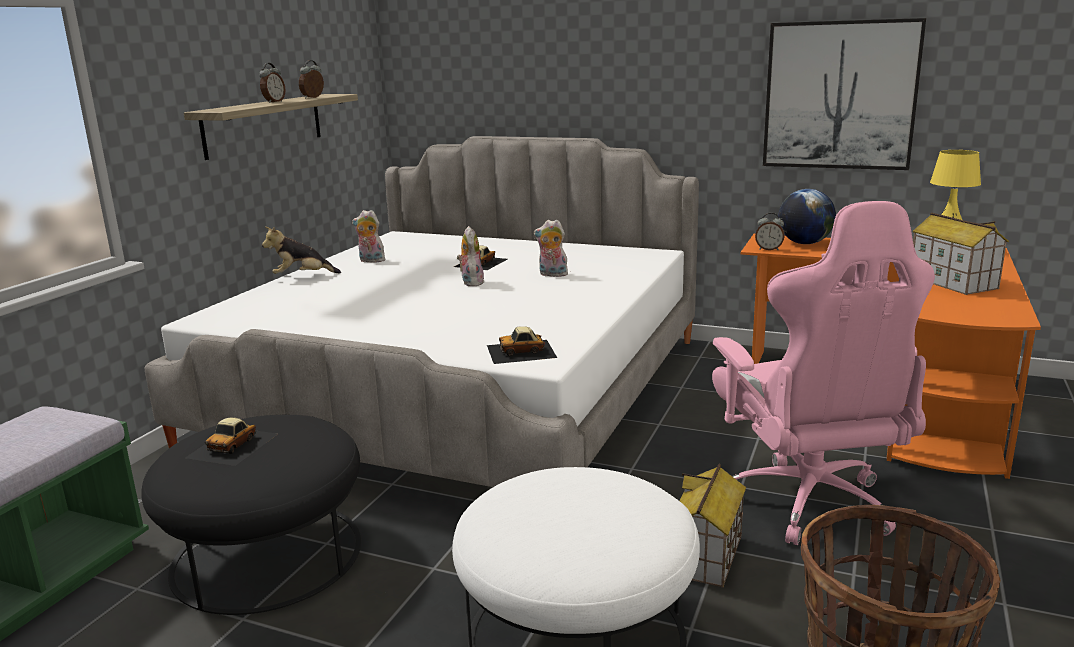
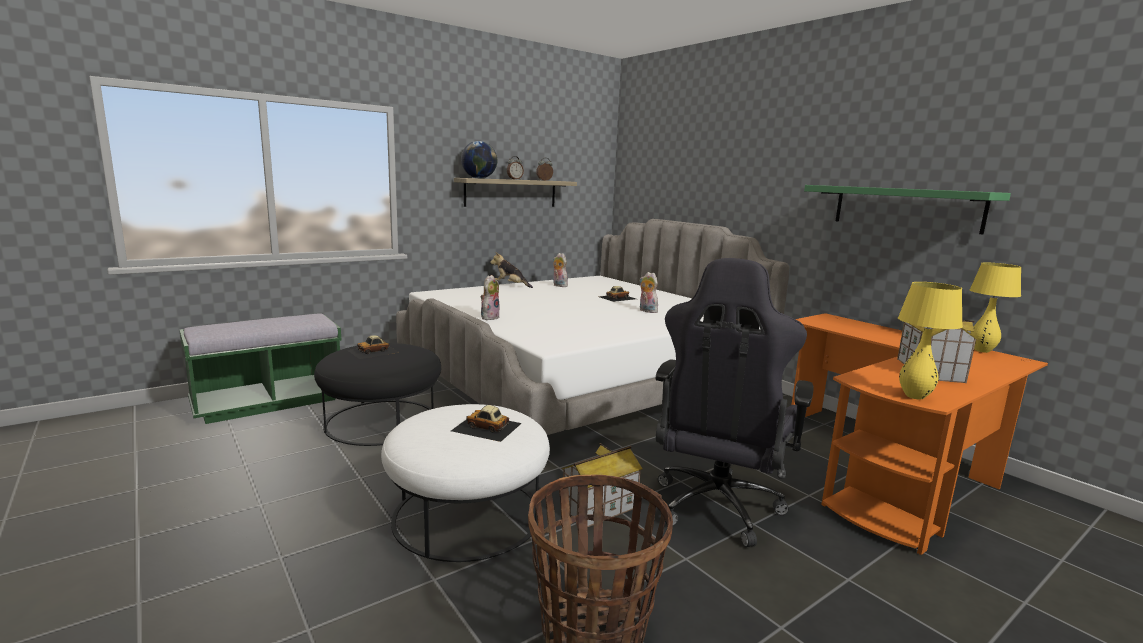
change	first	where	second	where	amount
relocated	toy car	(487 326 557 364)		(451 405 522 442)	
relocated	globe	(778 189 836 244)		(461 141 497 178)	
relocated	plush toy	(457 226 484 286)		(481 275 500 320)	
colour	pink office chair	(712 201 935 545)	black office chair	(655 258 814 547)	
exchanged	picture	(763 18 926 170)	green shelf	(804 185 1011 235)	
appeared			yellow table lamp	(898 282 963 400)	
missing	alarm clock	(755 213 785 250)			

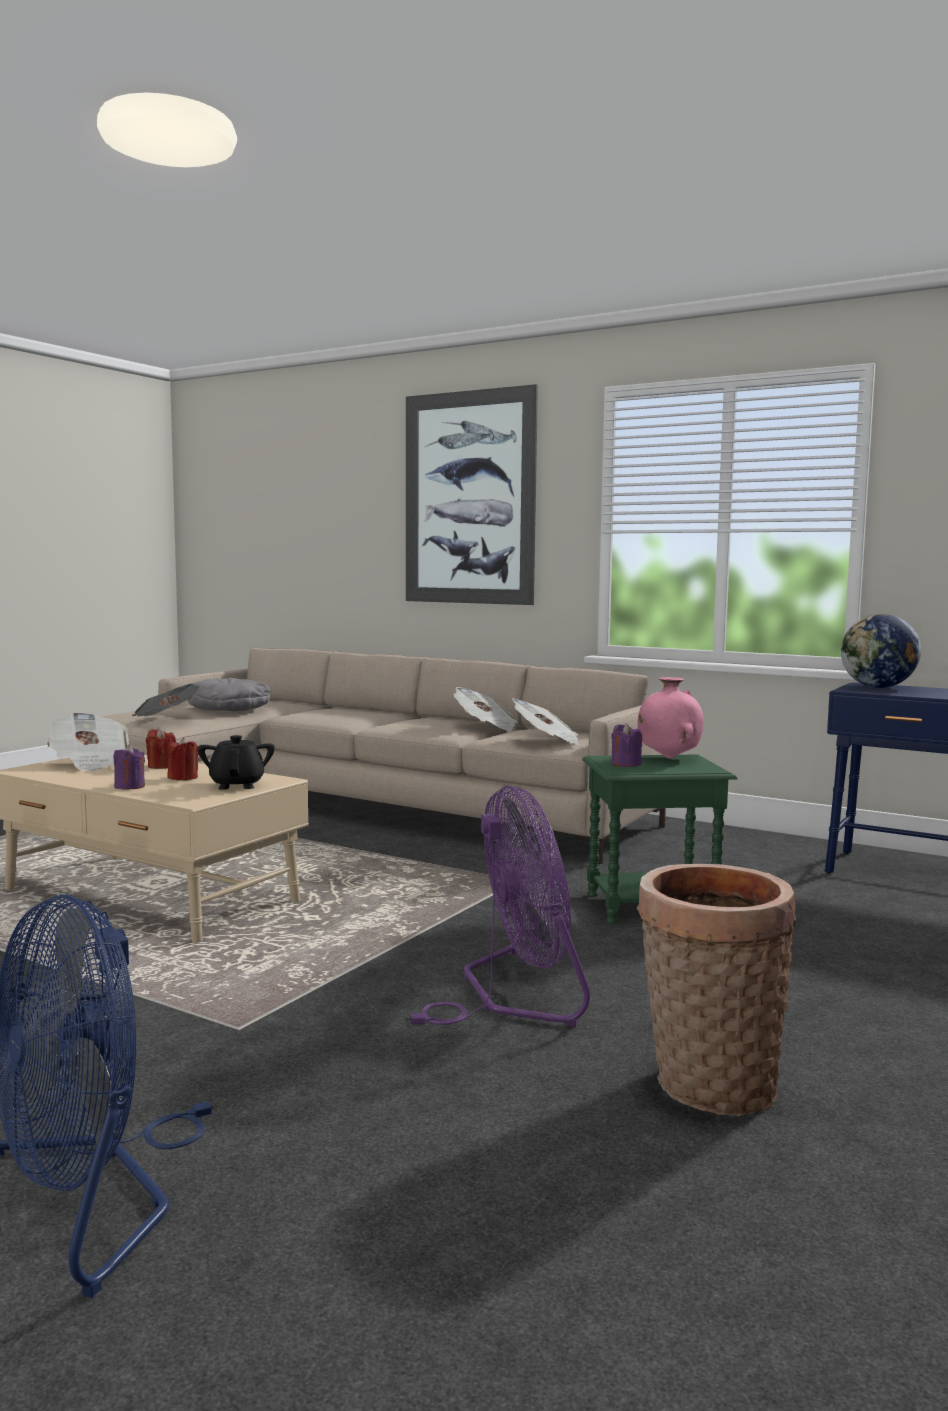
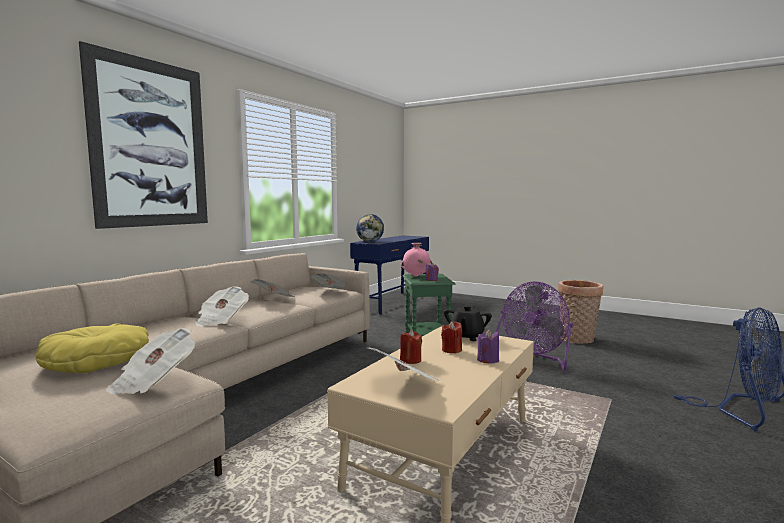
change	first	where	second	where	amount
colour	grey pillow	(188 678 270 711)	yellow pillow	(36 323 149 373)	
appeared			newspaper	(195 286 249 326)	
spun	black teapot	(197 735 275 790)		(444 305 492 341)	60 degrees counterclockwise
spun	purple fan	(407 785 590 1028)		(496 282 573 373)	120 degrees counterclockwise

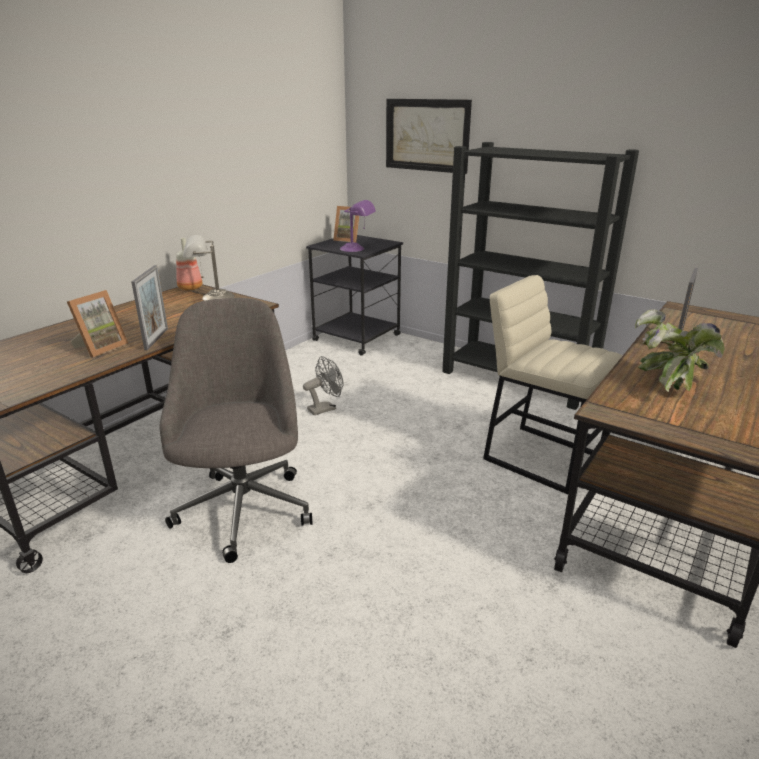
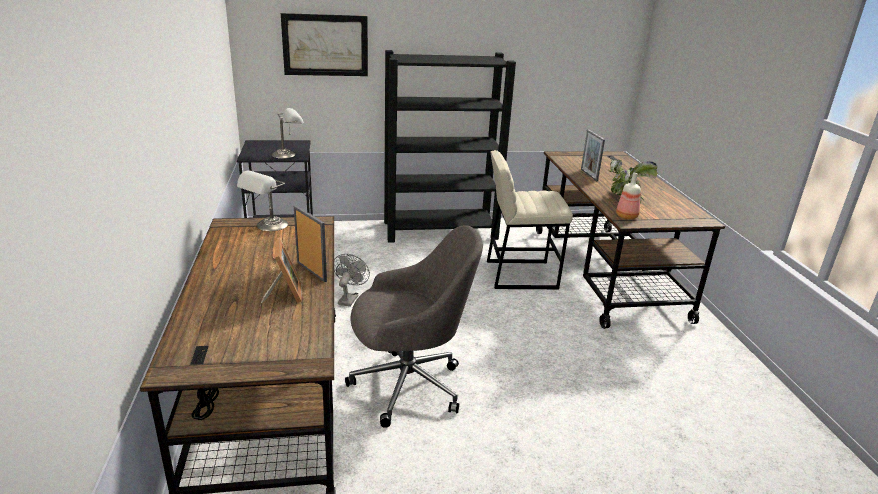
change	first	where	second	where	amount
colour	purple table lamp	(340 200 376 252)	white table lamp	(272 108 304 158)	
spun	grey office chair	(160 298 313 563)		(345 225 483 428)	135 degrees clockwise
relocated	bottle	(176 238 203 290)		(616 173 641 219)	
missing	picture frame	(333 206 359 243)			

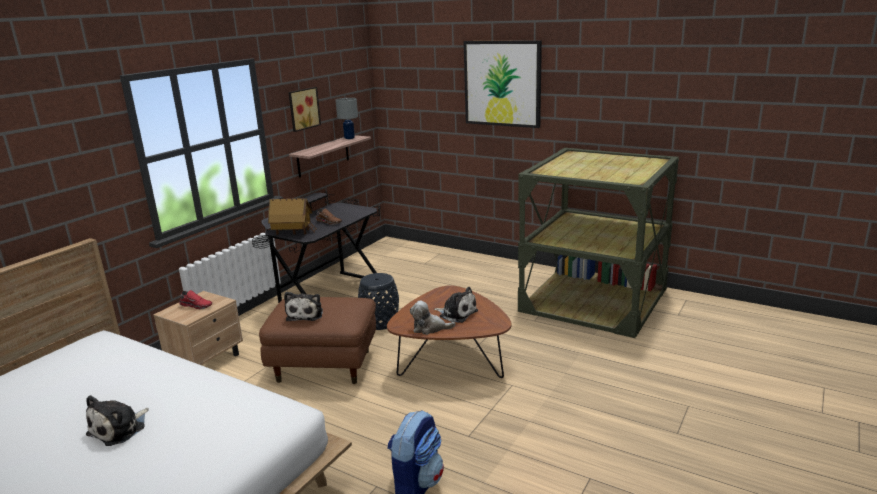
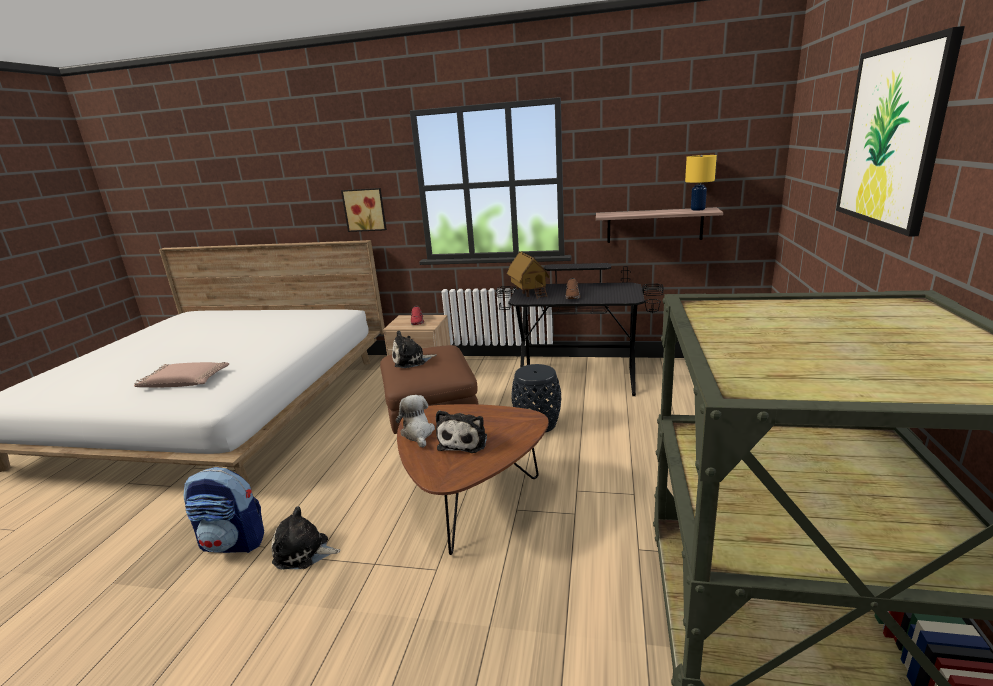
change	first	where	second	where	amount
appeared			beige pillow	(134 362 229 388)	
relocated	plush toy	(86 395 149 446)		(271 506 341 569)	
relocated	picture	(288 87 321 132)		(341 188 387 232)	
colour	grey table lamp	(335 98 358 139)	yellow table lamp	(685 155 717 211)	

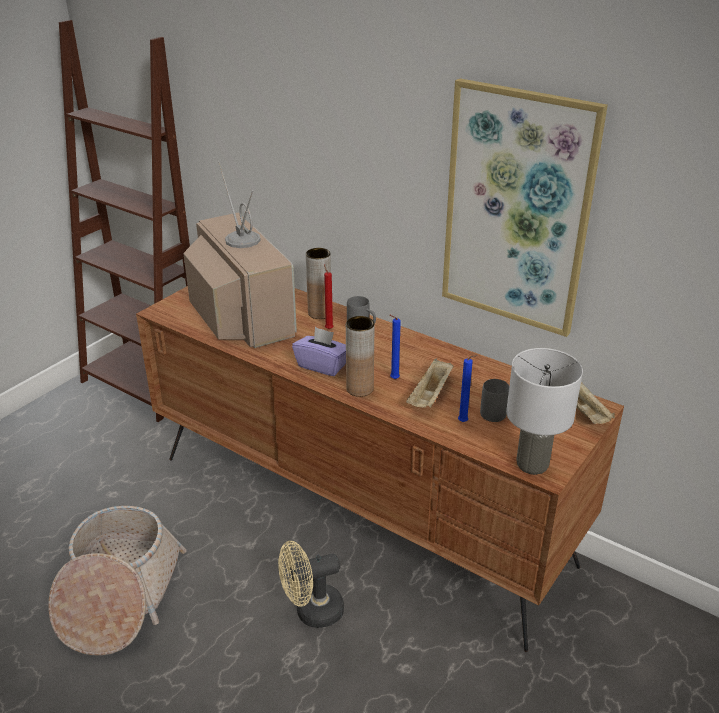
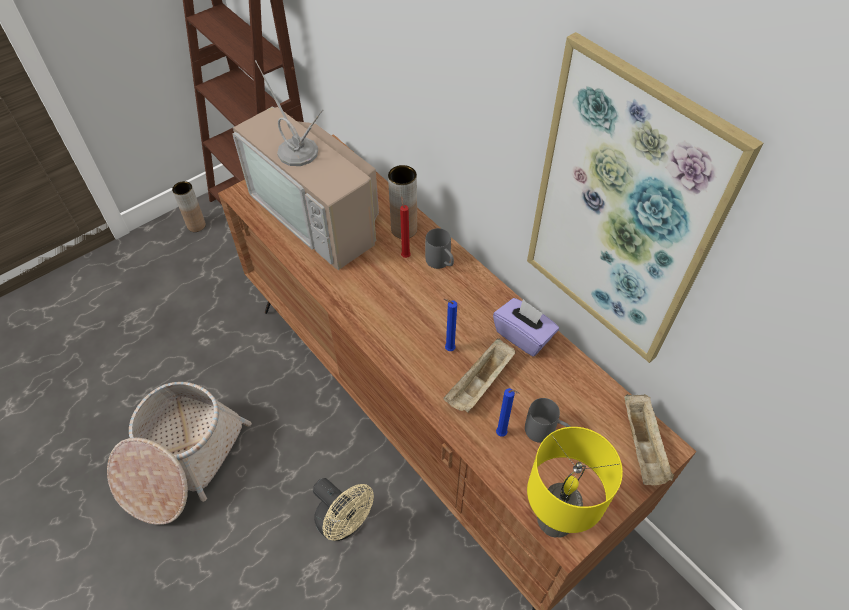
change	first	where	second	where	amount
relocated	brown vase	(346 316 374 397)		(172 181 206 232)	
spun	television	(183 161 297 348)		(233 60 379 270)	150 degrees clockwise
spun	beige fan	(278 541 344 628)		(313 478 374 541)	135 degrees counterclockwise
relocated	purple tissue box	(292 327 346 376)		(493 298 559 356)	
colour	white table lamp	(506 348 583 475)	yellow table lamp	(527 427 623 538)	

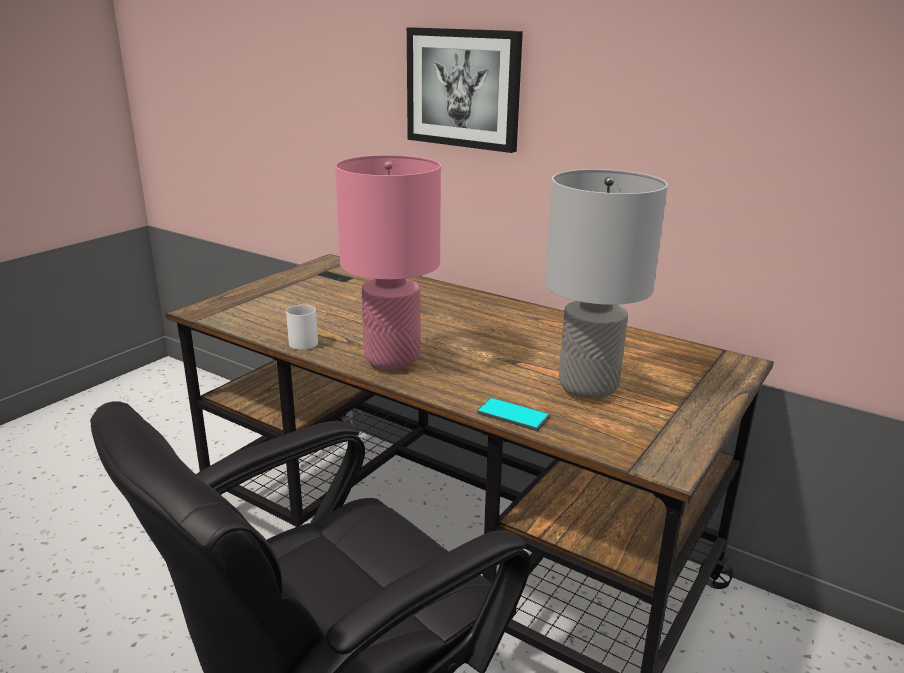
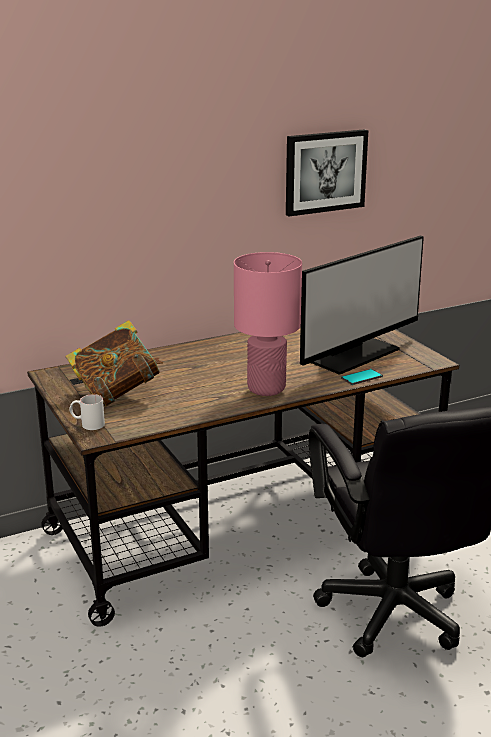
change	first	where	second	where	amount
appeared			book	(65 320 163 406)	
relocated	white mug	(286 304 318 350)		(69 394 105 430)	
relocated	picture	(407 27 523 153)		(286 129 368 216)	
exchanged	grey table lamp	(545 169 668 399)	monitor	(300 236 424 375)	

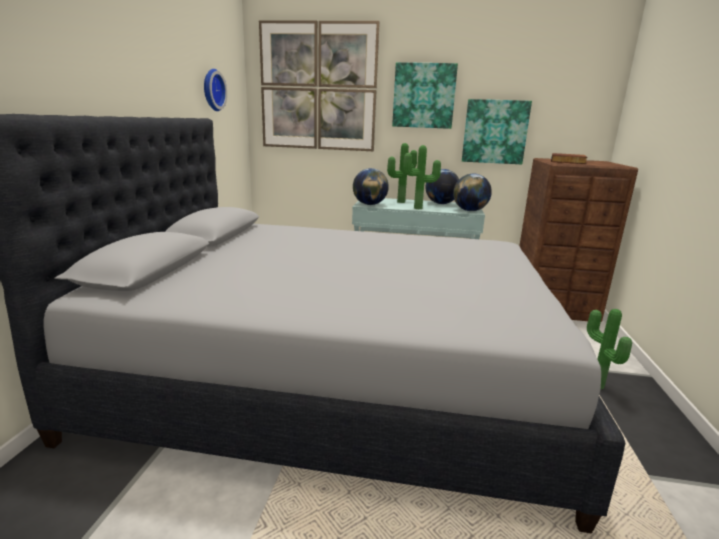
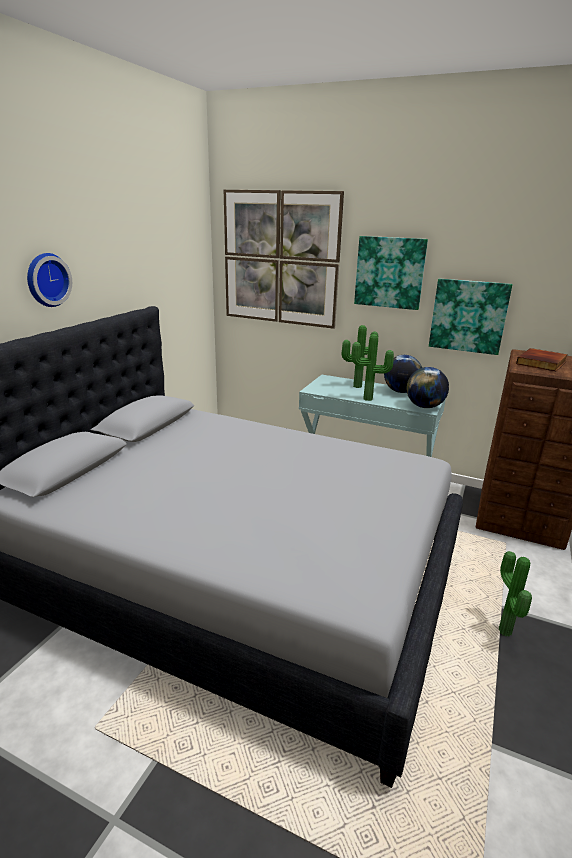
change	first	where	second	where	amount
relocated	wall clock	(204 69 227 111)		(27 253 72 307)	
missing	globe	(353 168 389 205)			

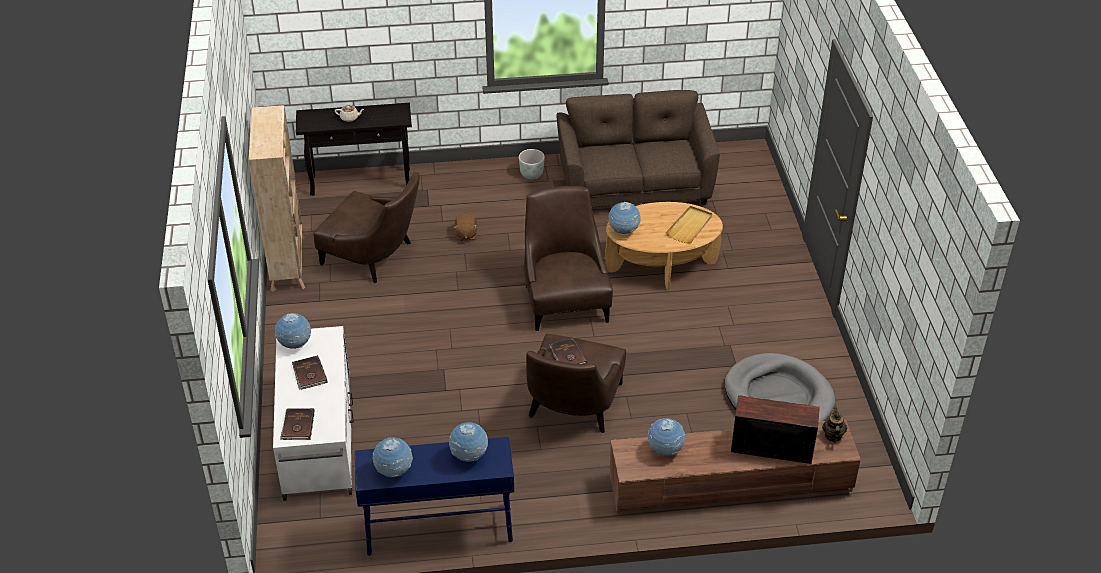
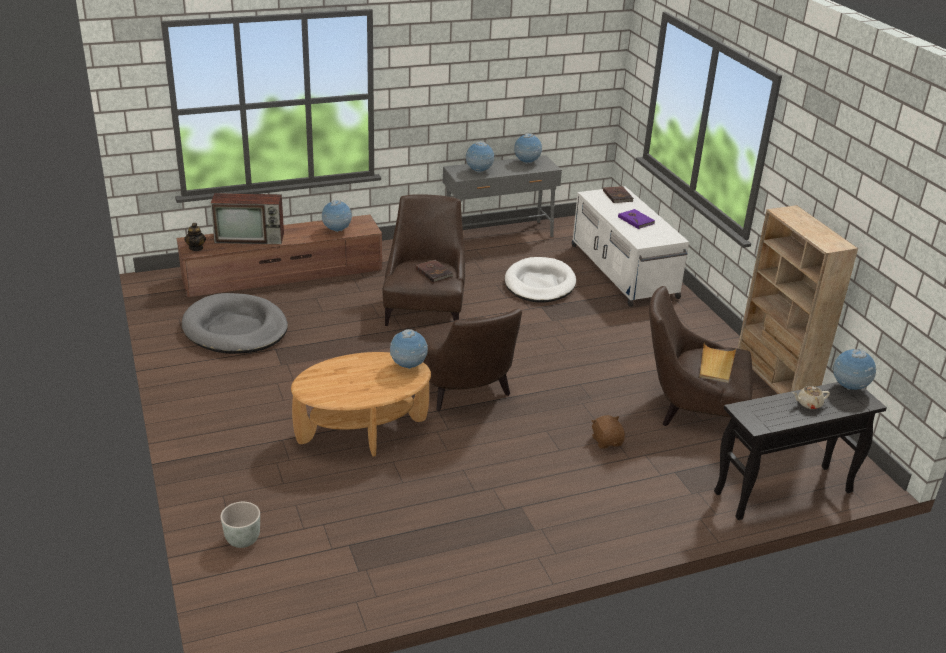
change	first	where	second	where	amount
relocated	grey planter	(519 149 545 179)		(221 502 260 548)	
colour	blue console table	(355 437 514 556)	grey console table	(443 155 562 237)	
appeared			white dog bed	(505 257 576 303)	
colour	brown book	(292 355 328 390)	purple book	(618 209 655 229)	
relocated	beige tray	(666 206 712 243)		(699 343 736 383)	
relocated	globe	(275 313 311 349)		(833 349 876 390)	
missing	brown sofa	(556 90 720 207)			

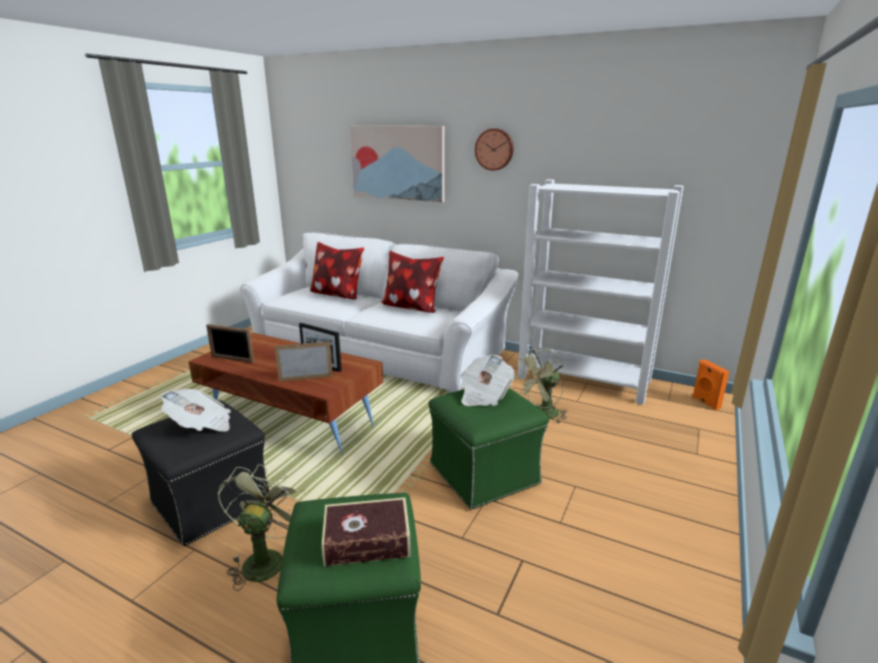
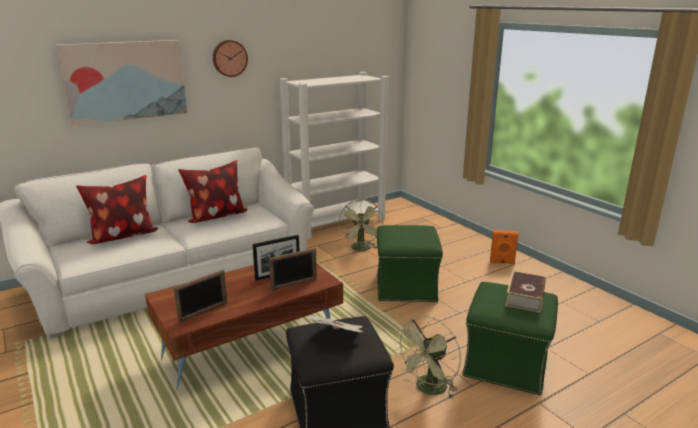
change	first	where	second	where	amount
spun	picture frame	(274 341 333 382)		(269 248 317 291)	135 degrees counterclockwise
spun	green fan	(218 464 305 591)		(394 316 461 399)	90 degrees counterclockwise
relocated	orange speaker	(692 360 729 410)		(490 230 519 264)	
missing	newspaper	(460 355 515 406)			

